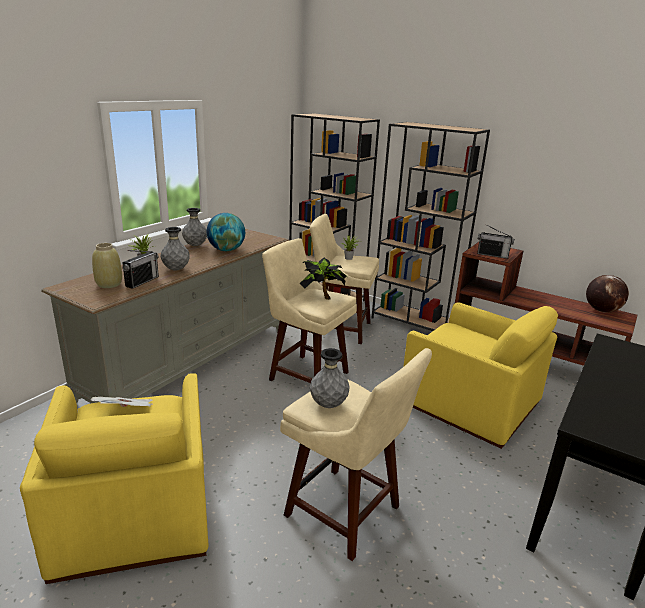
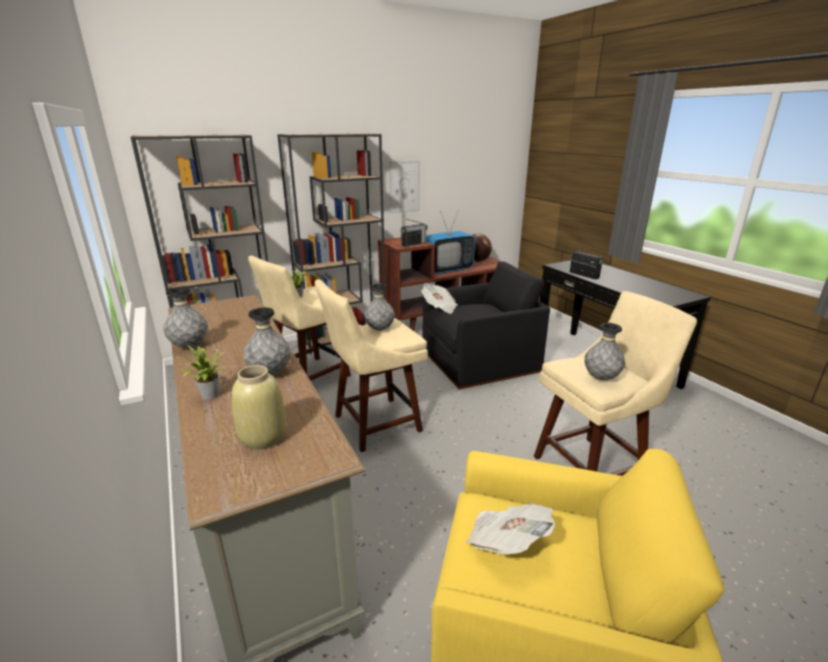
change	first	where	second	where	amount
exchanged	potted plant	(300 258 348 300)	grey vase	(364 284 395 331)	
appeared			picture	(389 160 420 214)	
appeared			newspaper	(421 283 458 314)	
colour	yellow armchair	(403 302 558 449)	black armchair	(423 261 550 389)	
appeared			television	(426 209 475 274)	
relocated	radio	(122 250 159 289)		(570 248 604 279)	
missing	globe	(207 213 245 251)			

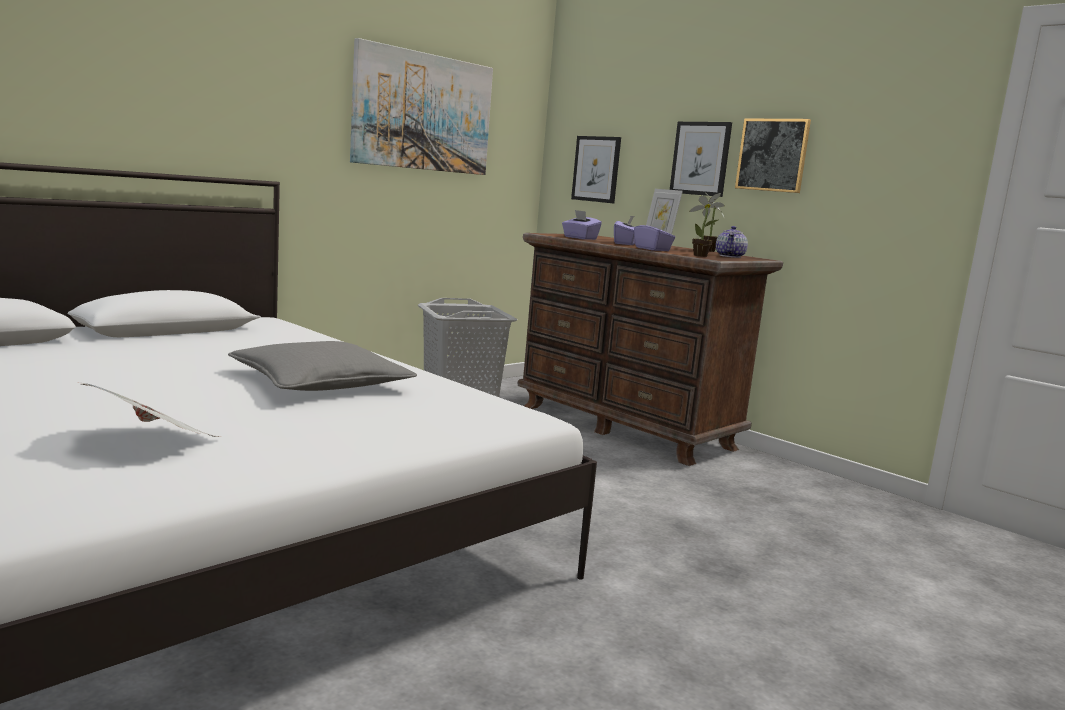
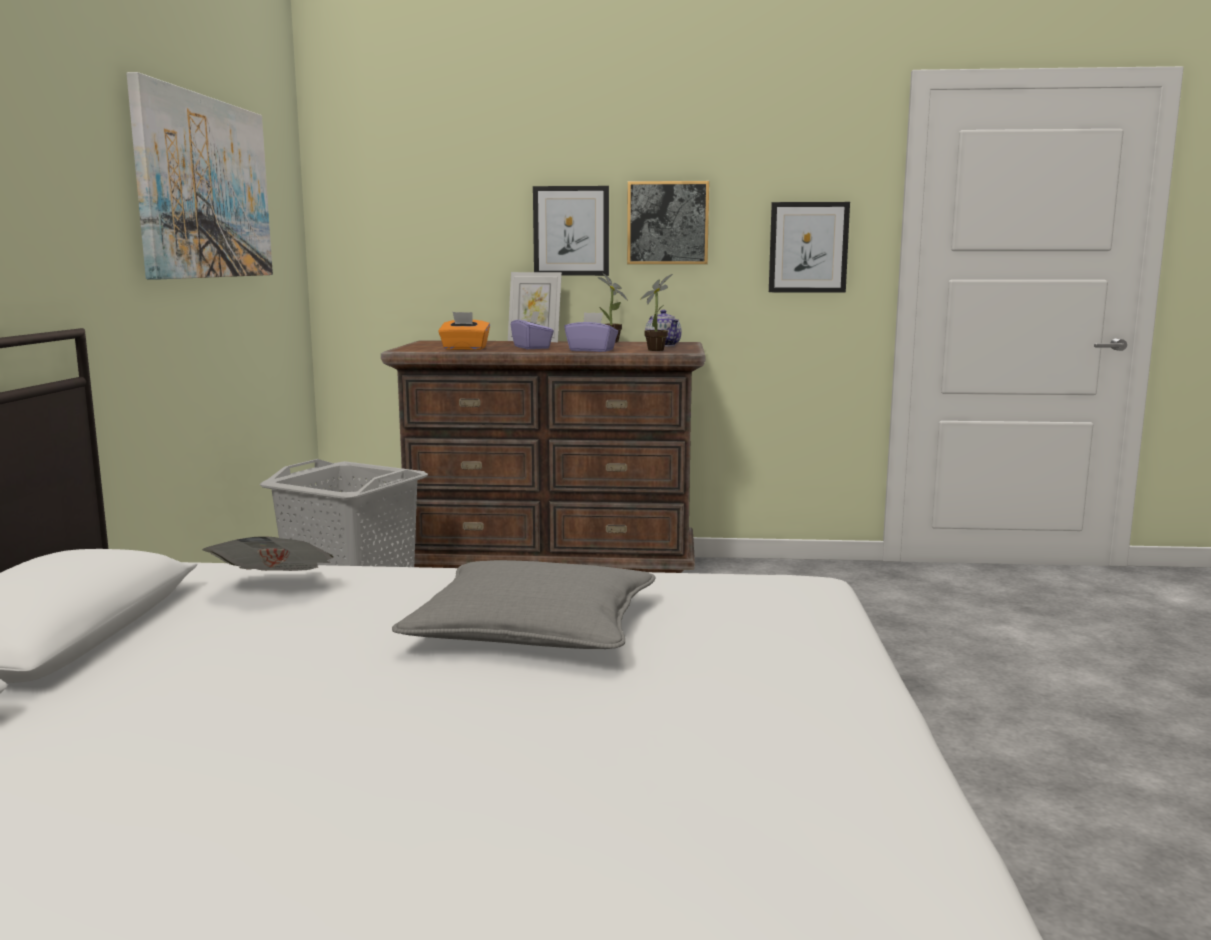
change	first	where	second	where	amount
relocated	newspaper	(82 383 222 437)		(202 536 334 571)	
colour	purple tissue box	(562 210 602 240)	orange tissue box	(438 312 490 350)	
relocated	picture	(571 136 621 203)		(769 202 850 293)	

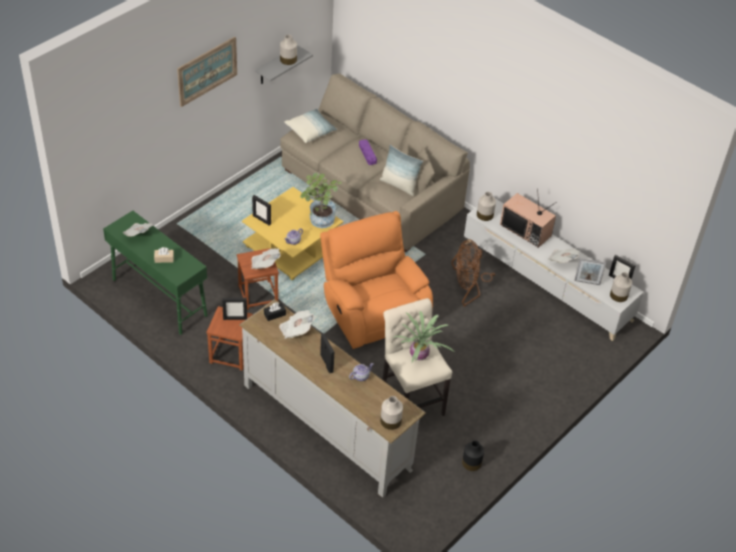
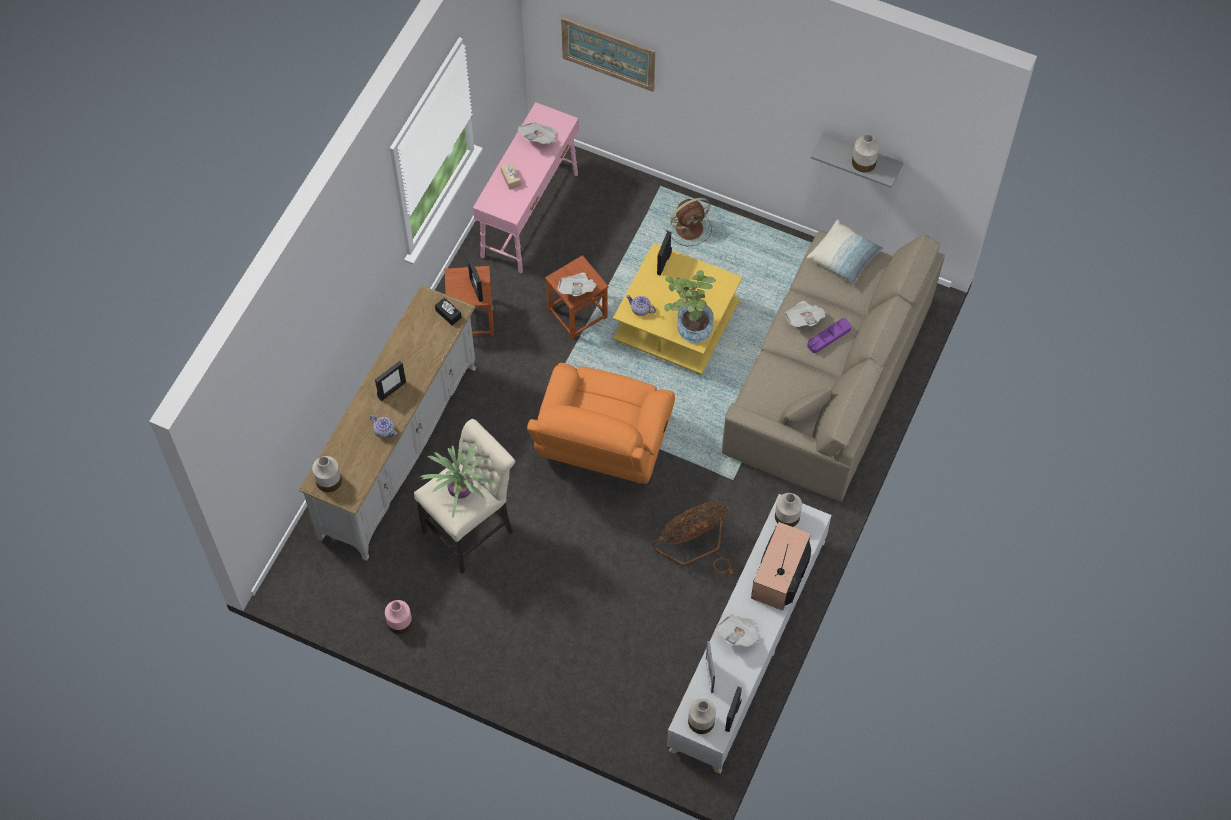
change	first	where	second	where	amount
colour	black vase	(462 440 484 471)	pink vase	(385 600 412 634)	
colour	green console table	(103 211 208 335)	pink console table	(473 102 579 273)	
spun	orange armchair	(320 211 433 349)		(527 363 675 484)	150 degrees clockwise
relocated	picture	(177 37 237 107)		(561 17 655 92)	
appeared			brown fan	(666 198 712 246)	
relocated	newspaper	(279 310 315 339)		(784 301 825 327)	
missing	pillow	(379 144 423 196)			

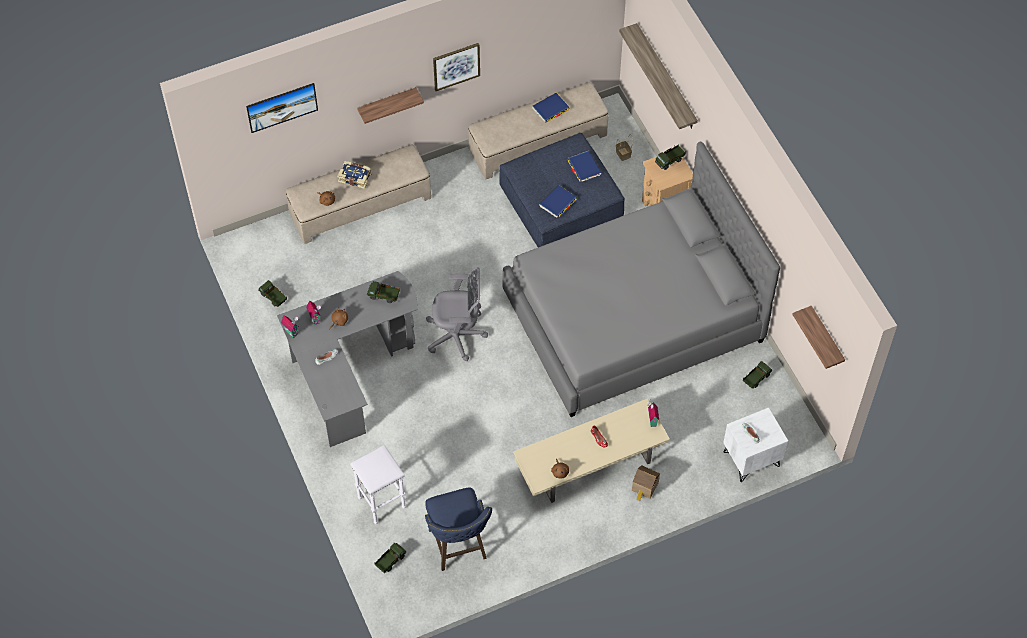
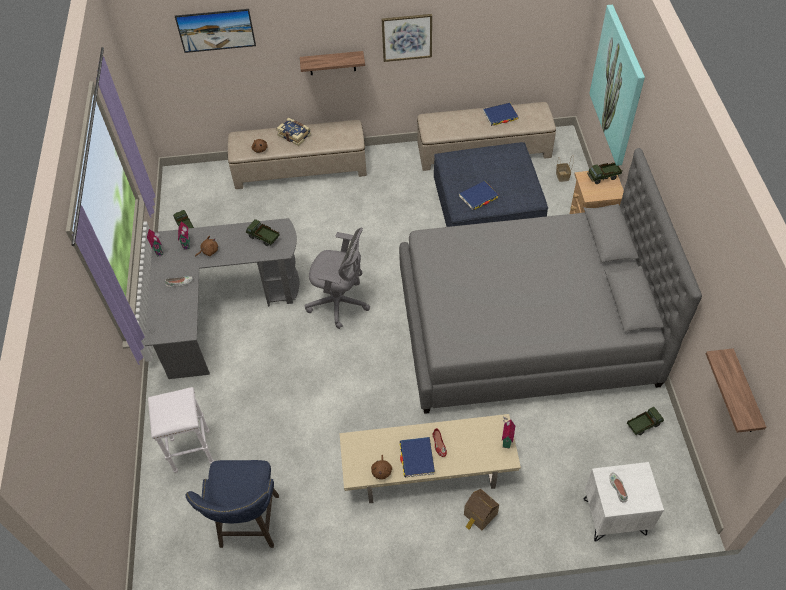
change	first	where	second	where	amount
relocated	blue book	(567 151 601 182)		(400 437 435 478)	
exchanged	shelf	(619 23 698 129)	picture	(589 5 645 166)	
missing	toy truck	(374 543 407 573)			

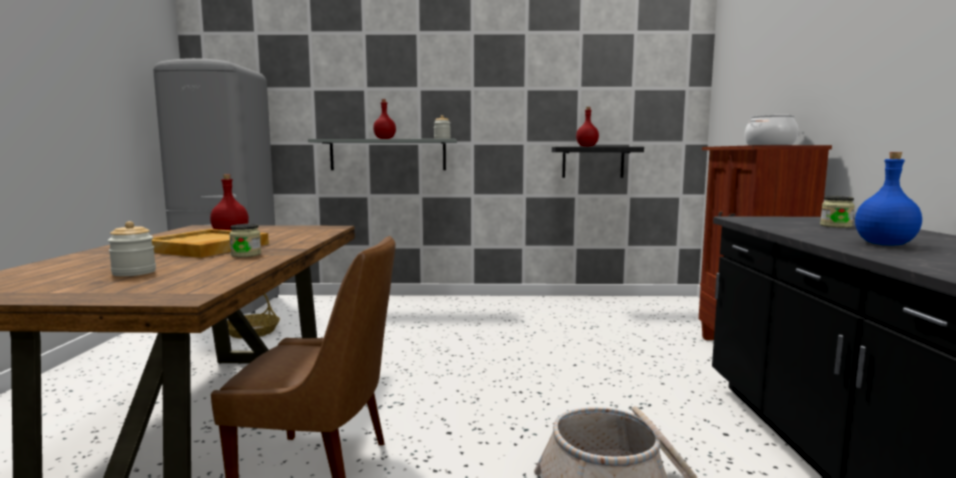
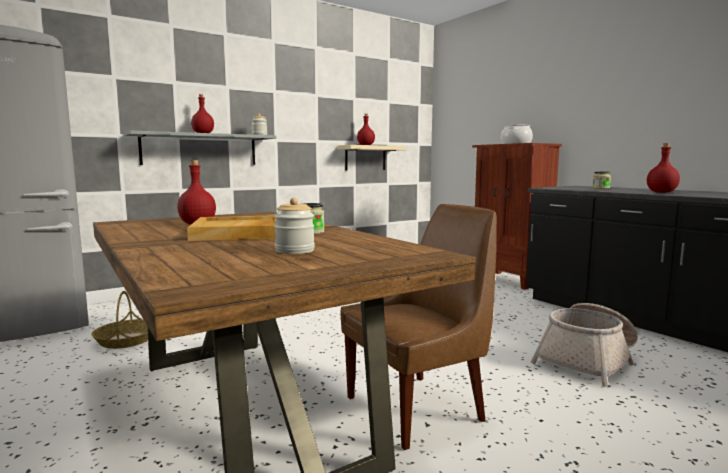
change	first	where	second	where	amount
colour	black shelf	(552 147 644 178)	beige shelf	(337 145 406 170)	
colour	blue bottle	(855 152 922 245)	red bottle	(647 143 680 193)	

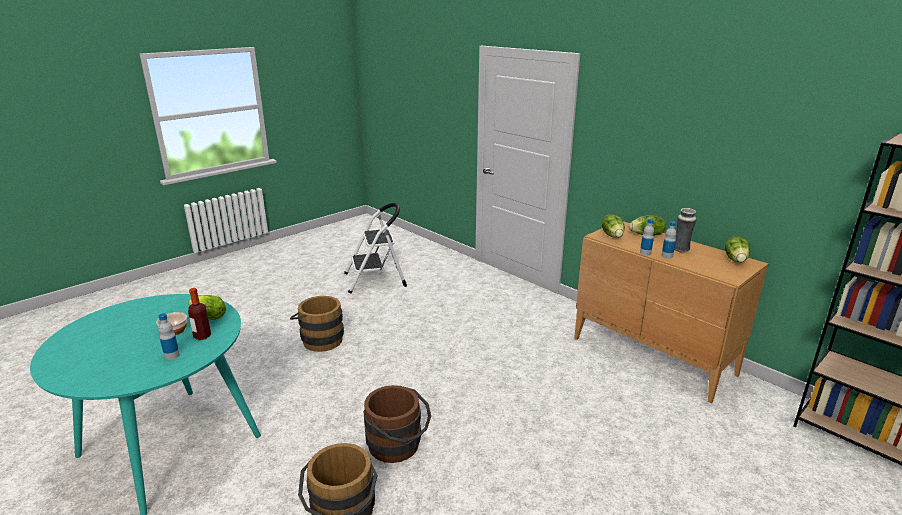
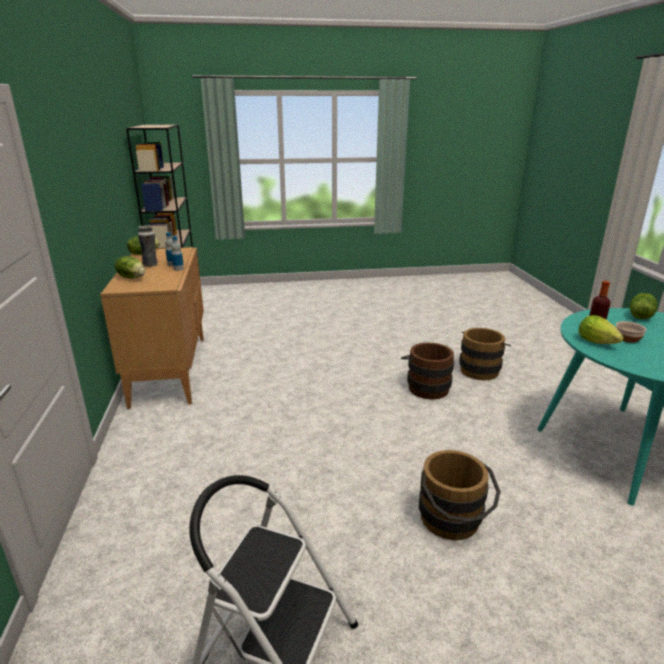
change	first	where	second	where	amount
relocated	lettuce	(602 214 625 238)		(630 293 657 319)	
missing	bottle	(158 313 180 360)			

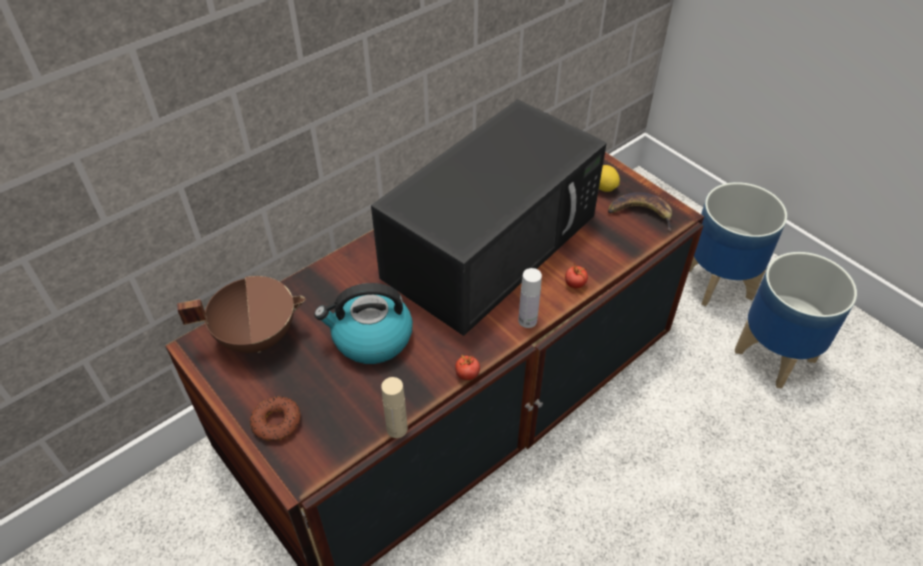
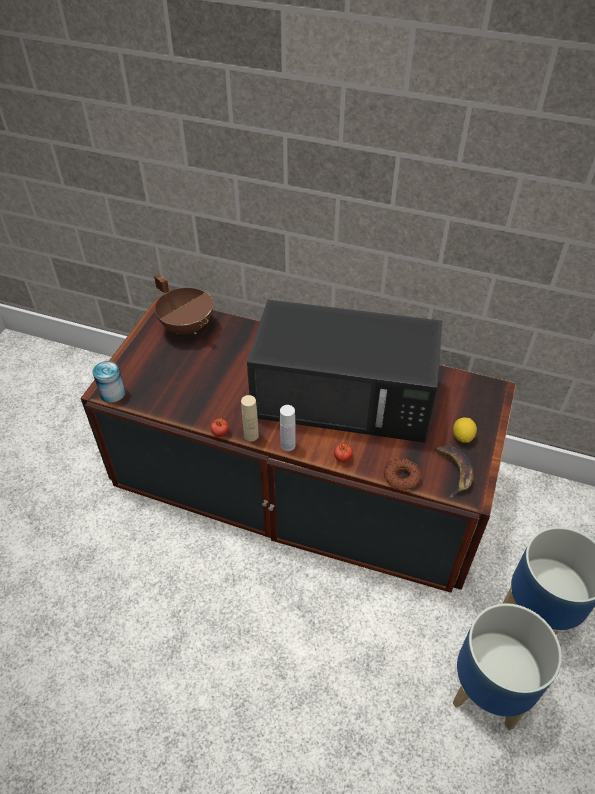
change	first	where	second	where	amount
appeared			can	(93 361 126 403)	
relocated	beige bottle	(381 377 408 438)		(241 395 259 441)	
relocated	donut	(250 396 301 441)		(384 458 421 490)	
missing	kettle	(314 283 413 364)			

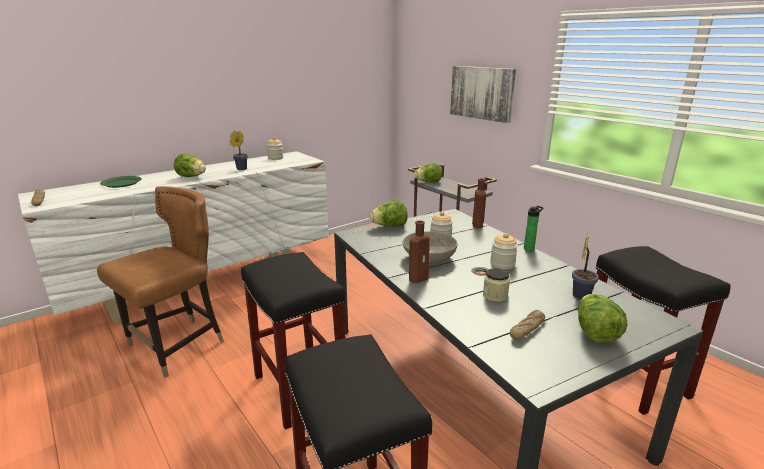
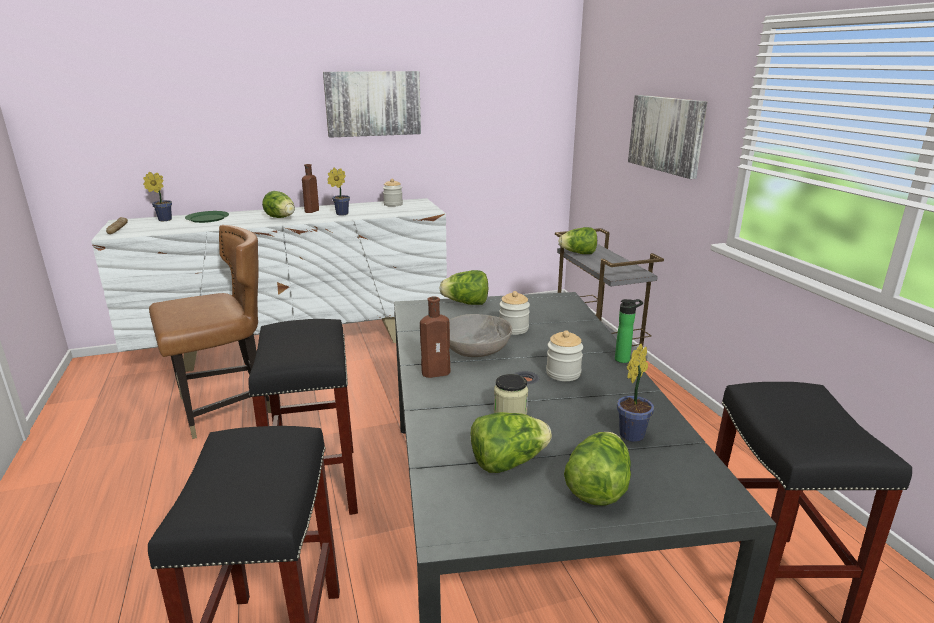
change	first	where	second	where	amount
appeared			potted plant	(143 172 172 221)	
relocated	brown bottle	(472 178 486 228)		(302 164 319 213)	
appeared			picture	(323 71 421 138)	
exchanged	bread	(510 310 545 339)	lettuce	(470 412 552 473)	

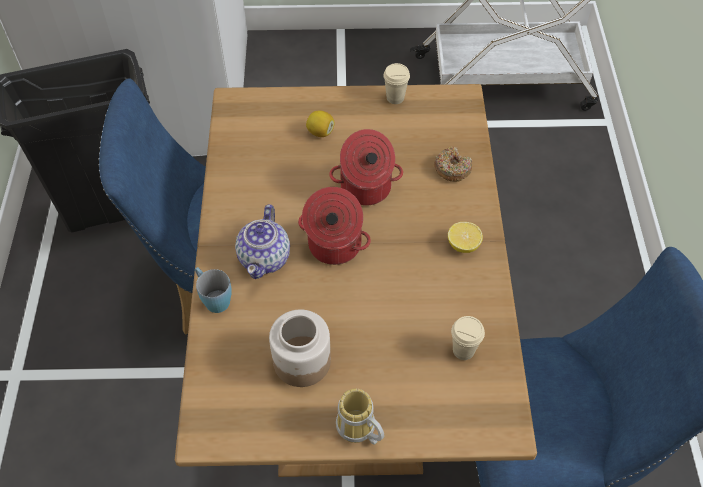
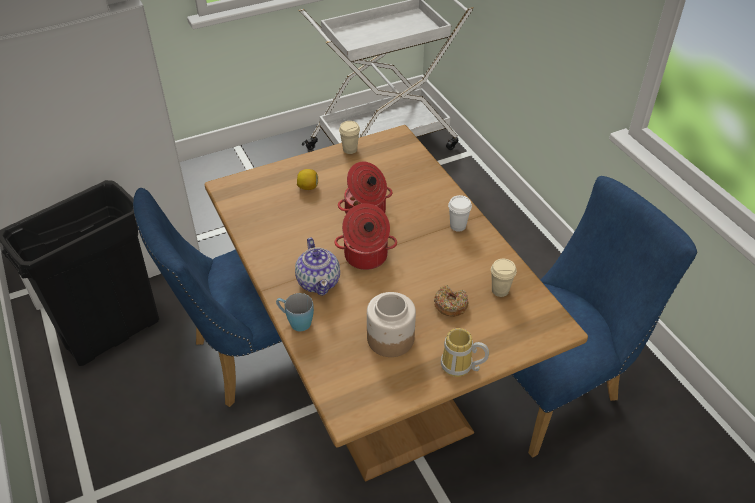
change	first	where	second	where	amount
relocated	donut	(434 147 472 182)		(434 285 468 316)	
exchanged	lemon	(448 222 483 253)	white cup	(448 195 472 232)	

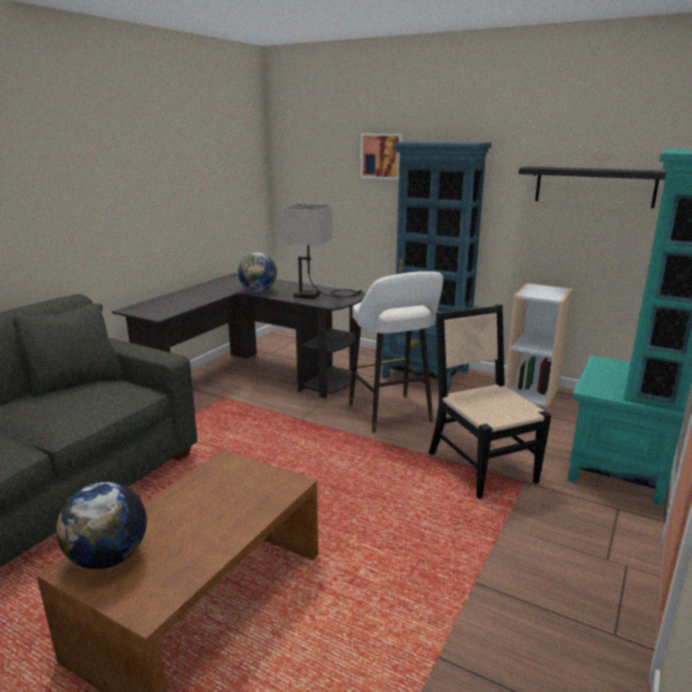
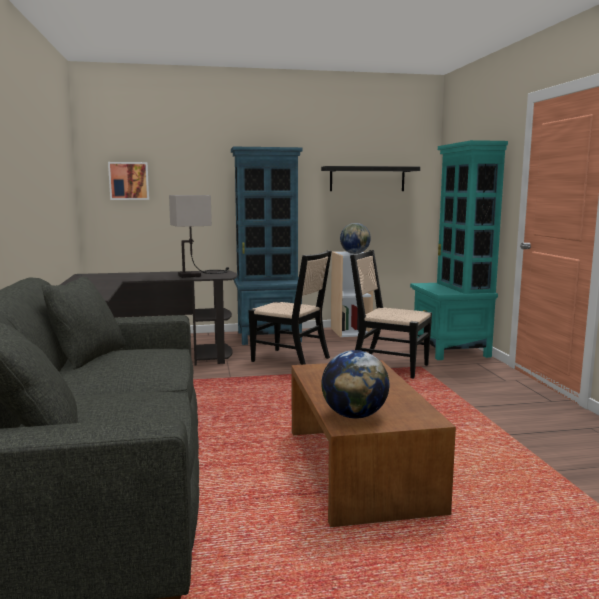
change	first	where	second	where	amount
relocated	picture	(361 133 403 180)		(108 162 149 200)	
exchanged	white stool	(349 271 443 433)	chair	(249 250 332 365)	
relocated	globe	(238 253 277 292)		(340 223 371 254)	

